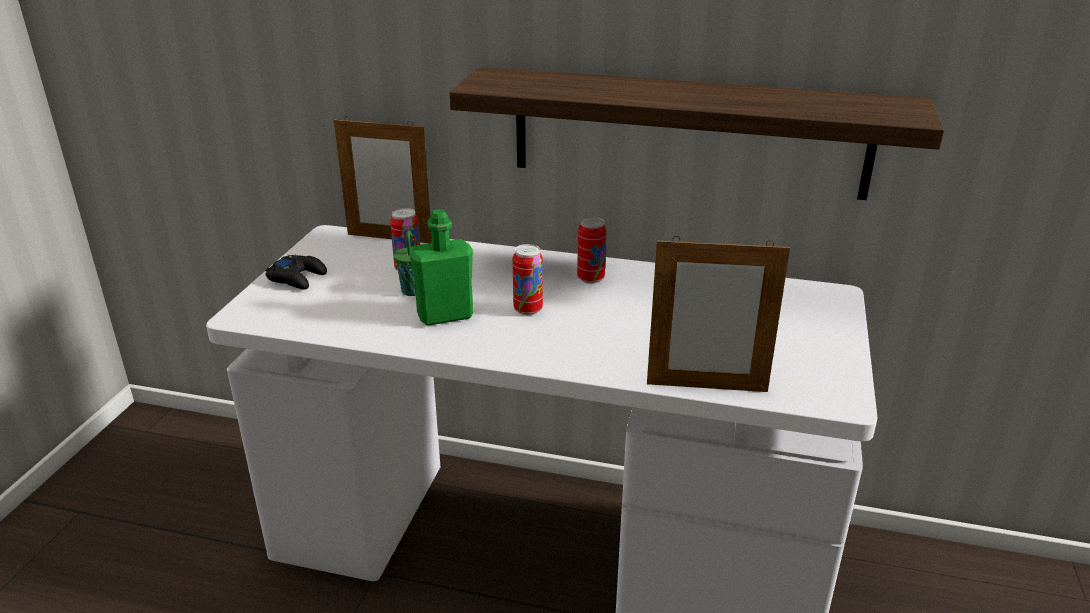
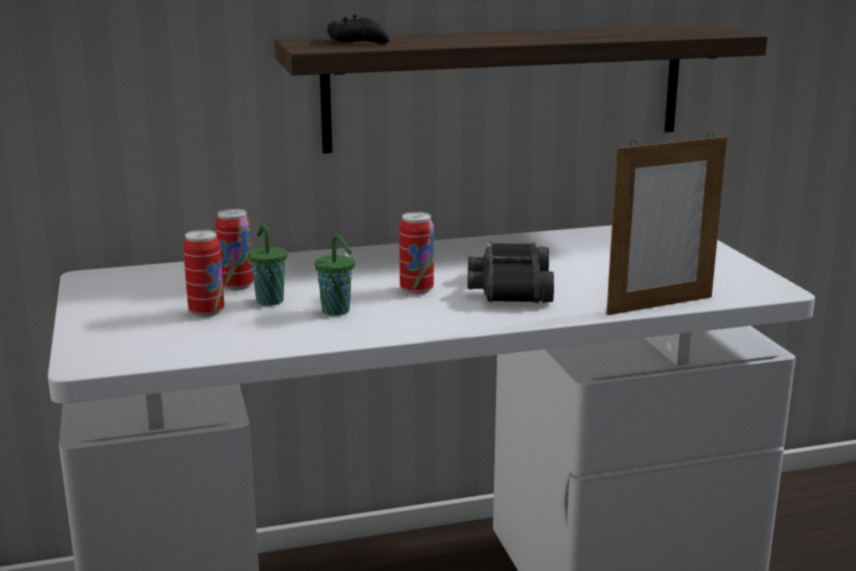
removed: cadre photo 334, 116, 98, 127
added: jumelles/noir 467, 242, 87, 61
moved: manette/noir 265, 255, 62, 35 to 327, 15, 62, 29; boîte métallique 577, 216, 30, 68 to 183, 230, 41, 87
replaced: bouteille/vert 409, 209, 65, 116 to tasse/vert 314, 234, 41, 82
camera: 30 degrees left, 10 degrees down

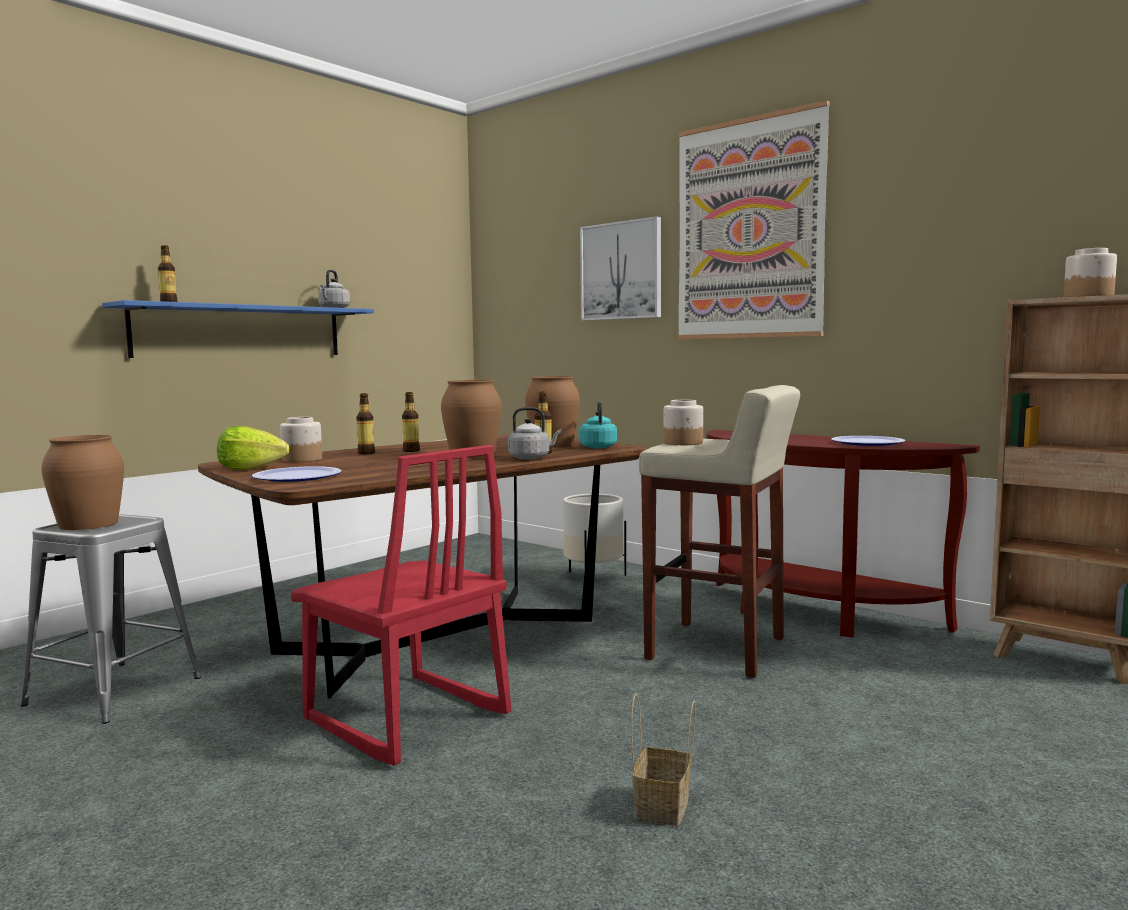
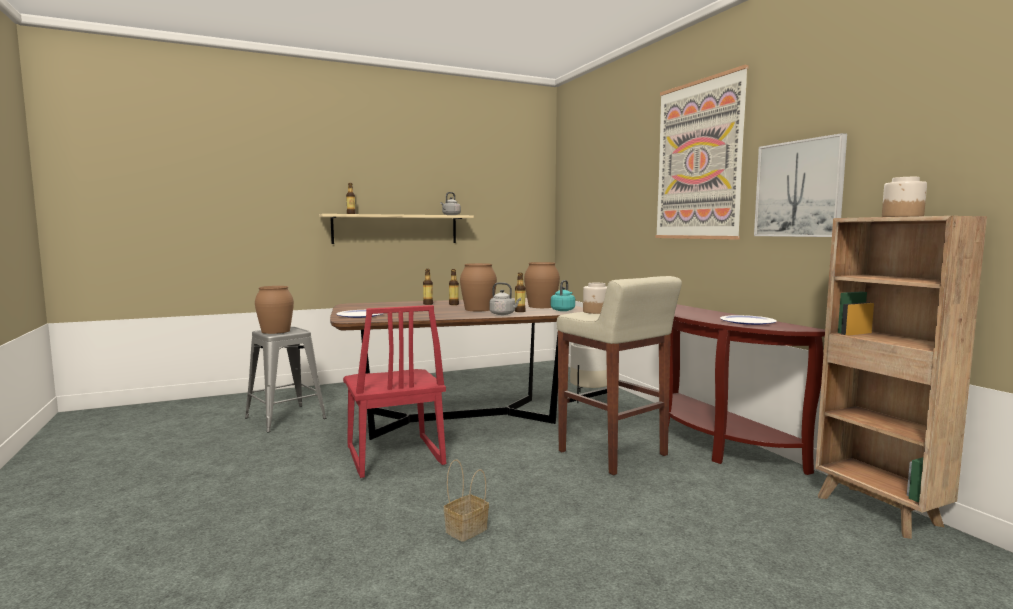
removed: laitue 217, 426, 72, 44; bocal 280, 417, 42, 45
moved: tableau 580, 216, 81, 105 to 754, 133, 93, 104
recoloured: étagère/bleu 102, 300, 272, 58 to étagère/beige 319, 214, 155, 30
camera: 25 degrees right, 0 degrees up

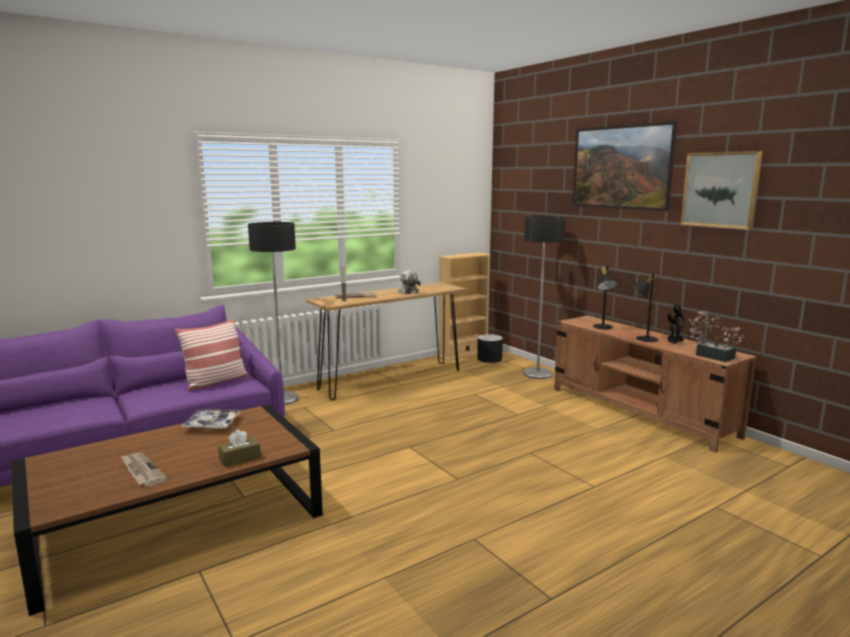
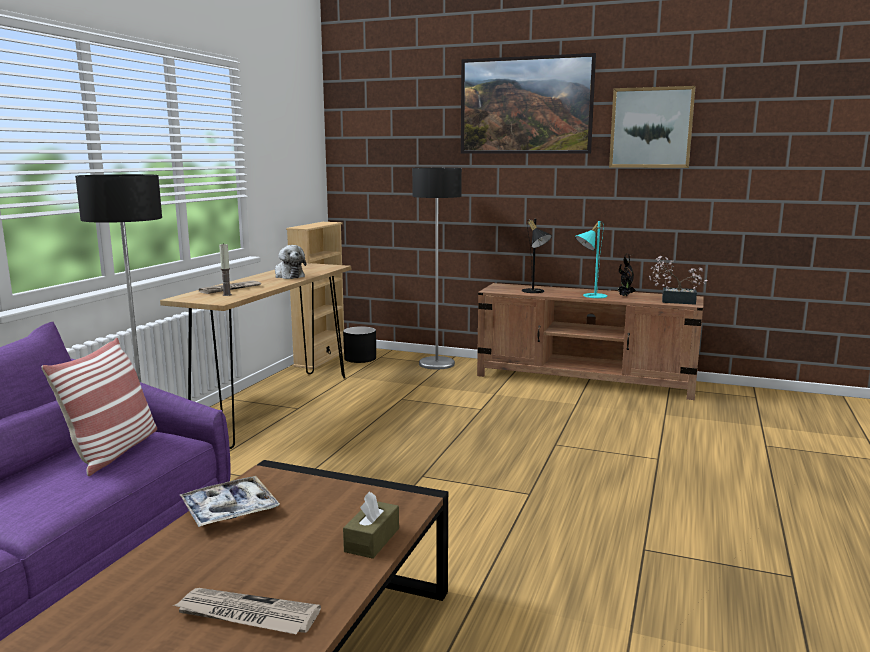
recoloured: lampe de table/noir 631, 273, 29, 69 to lampe de table/turquoise 575, 221, 32, 77
camera: 35 degrees left, 0 degrees up

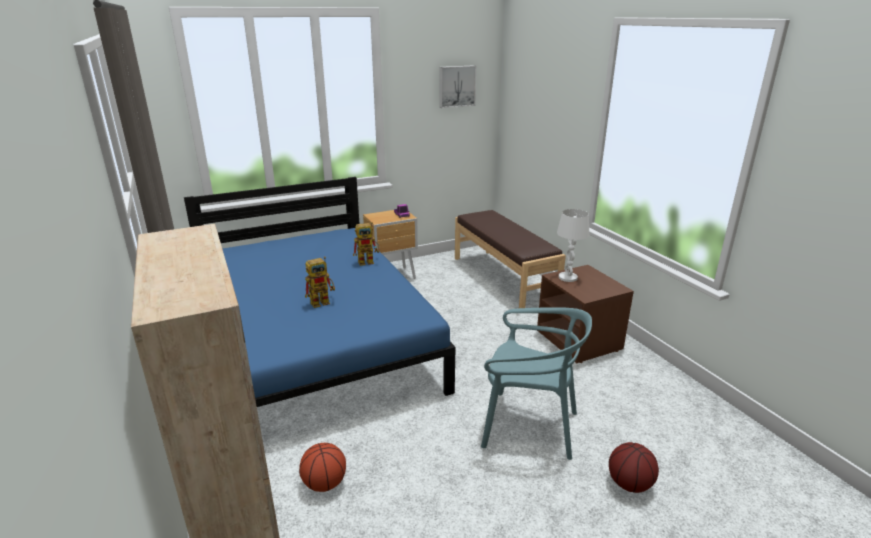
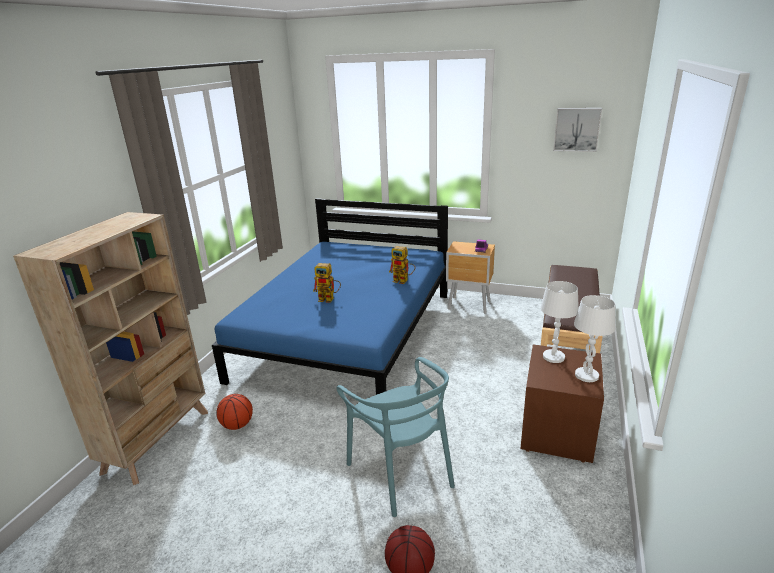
added: lampe de table/blanc 574, 295, 42, 87
camera: 45 degrees right, 0 degrees up

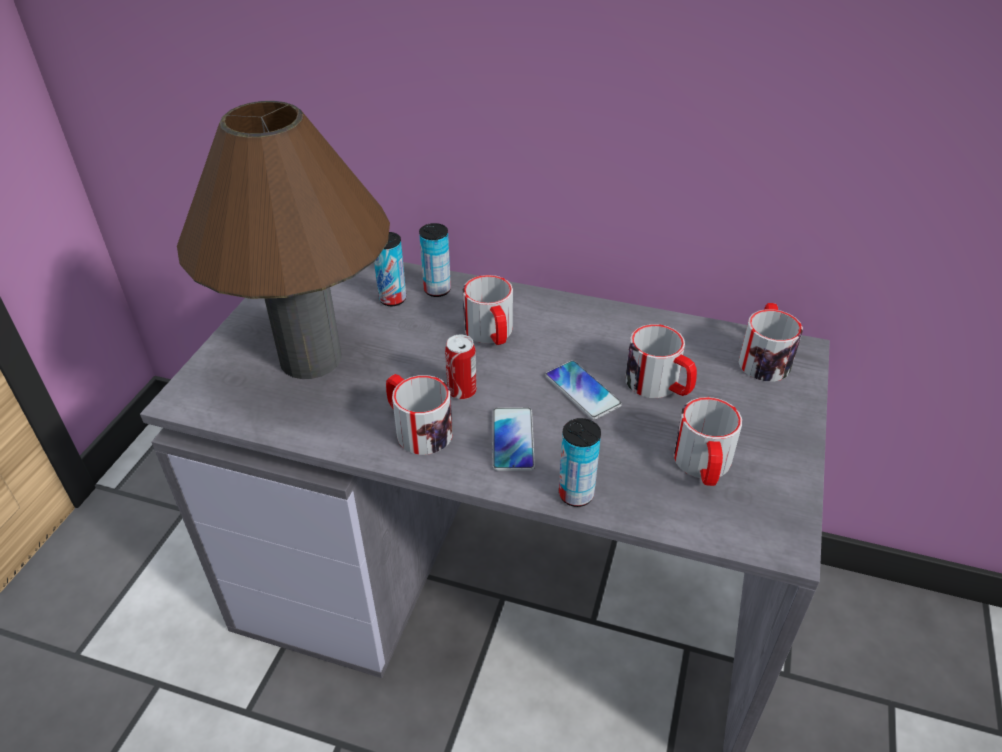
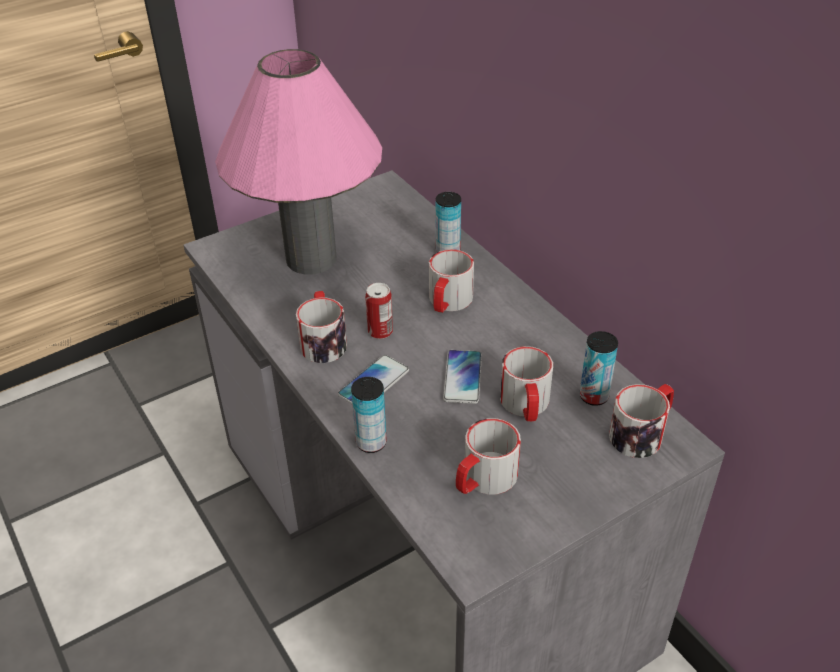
moved: boîte métallique 374, 232, 32, 74 to 580, 331, 38, 75
recoloured: lampe de table/marron 177, 101, 213, 278 to lampe de table/rose 215, 49, 167, 225
camera: 40 degrees right, 0 degrees up

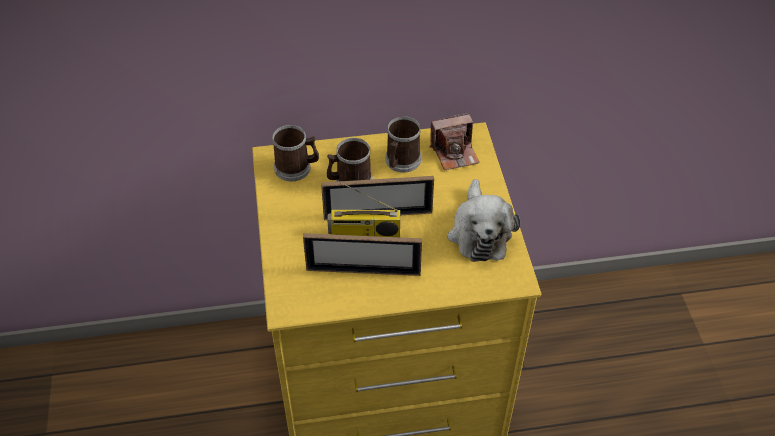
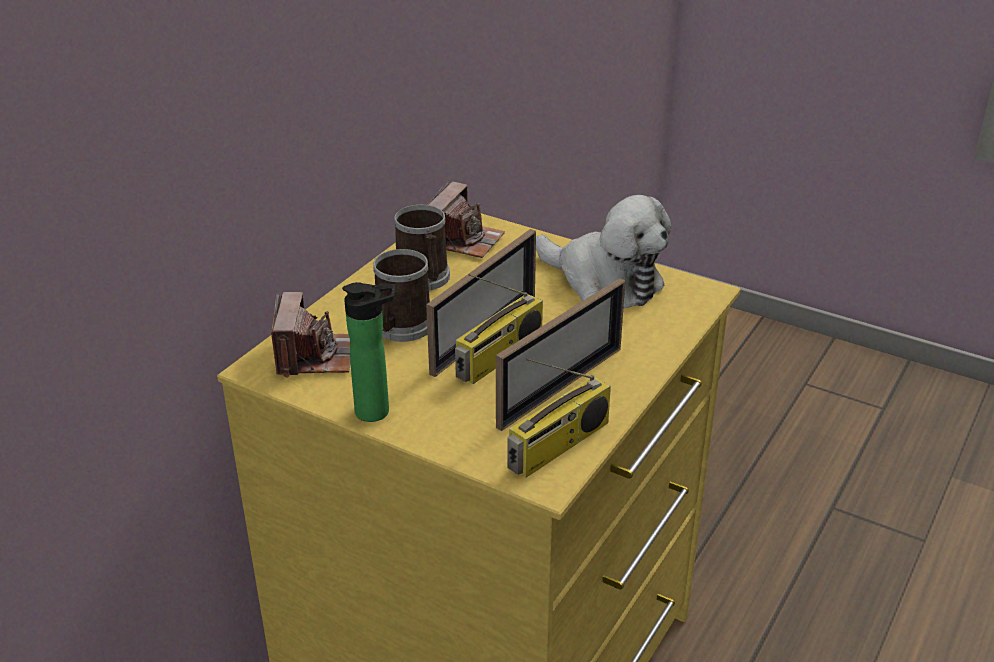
added: bouteille 342, 282, 53, 140; radio 507, 358, 104, 119
replaced: mug 272, 125, 47, 57 to appareil photo 271, 292, 80, 86
camera: 50 degrees left, 15 degrees down

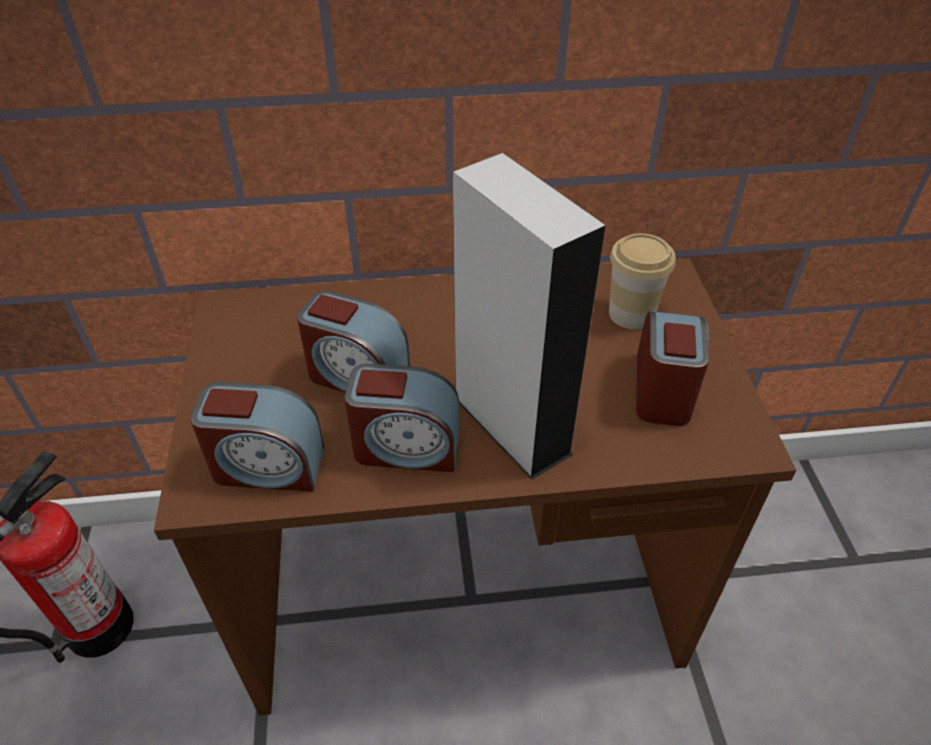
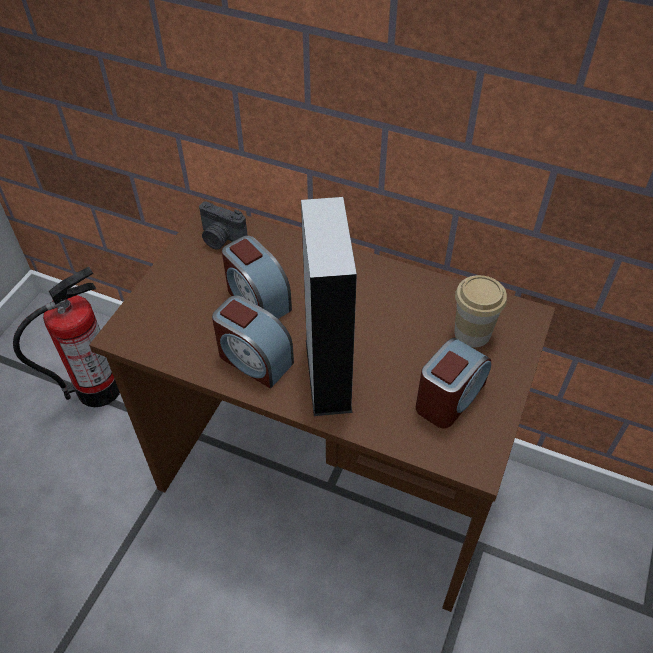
removed: réveil 190, 382, 135, 110
added: appareil photo 199, 201, 49, 49
camera: 30 degrees right, 5 degrees up

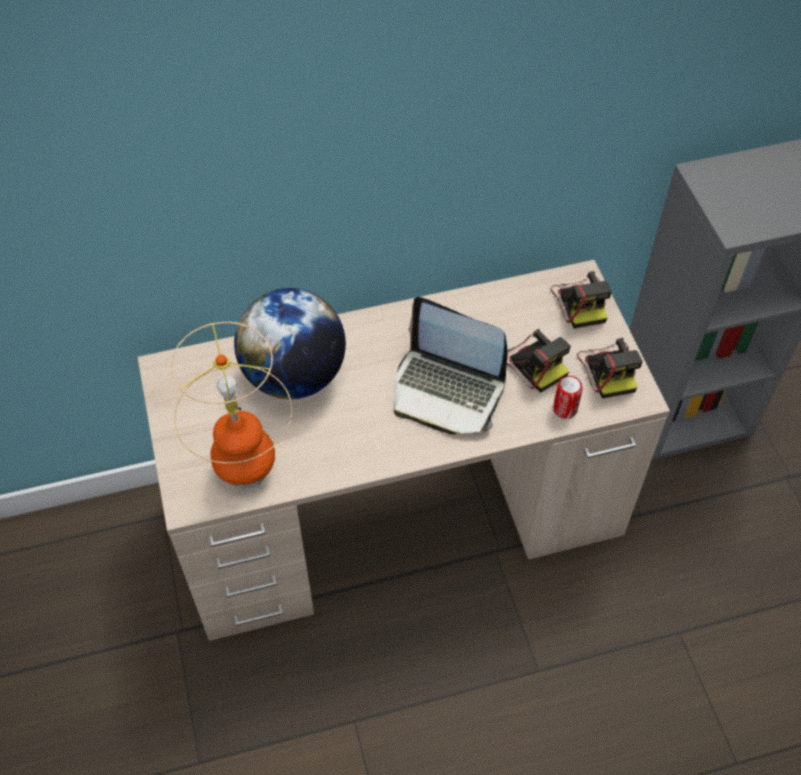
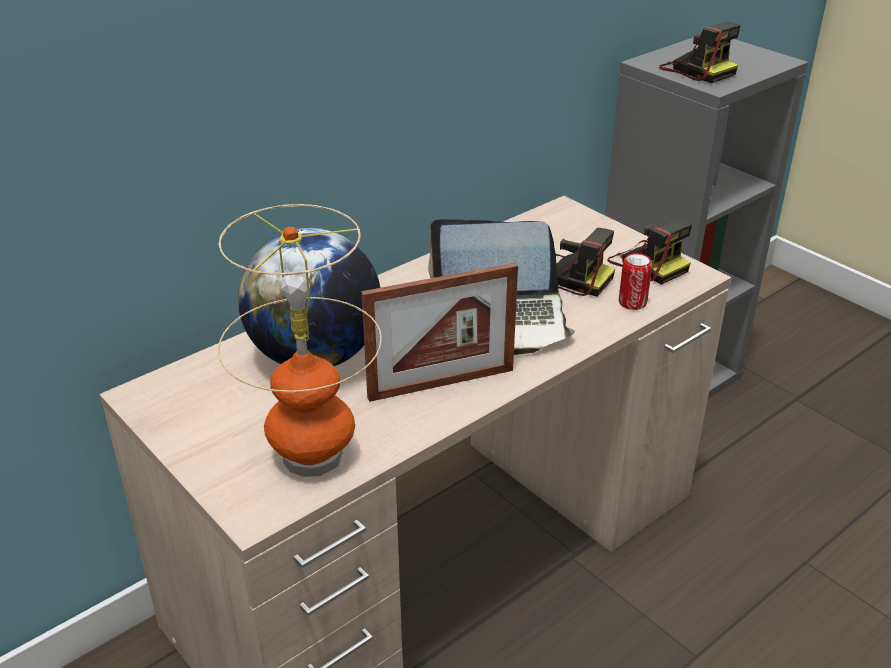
added: cadre photo 361, 263, 157, 139
moved: appareil photo 551, 271, 61, 58 to 659, 22, 81, 61
camera: 25 degrees left, 20 degrees down

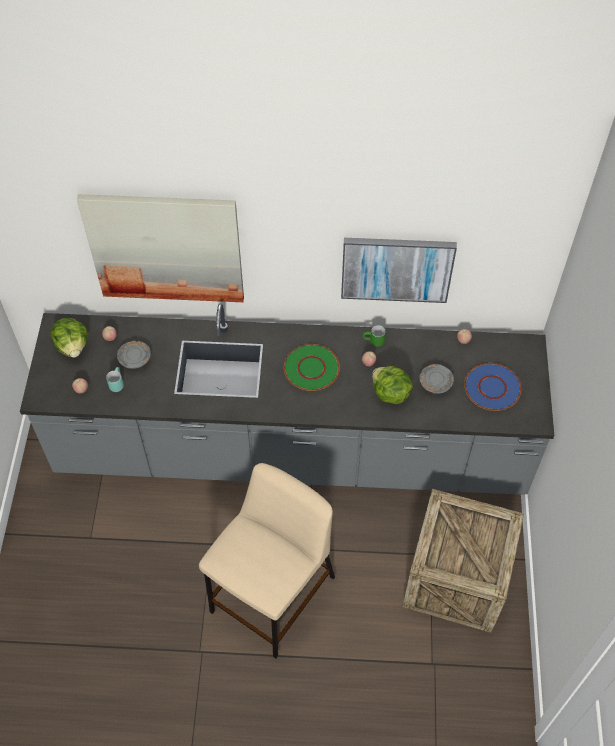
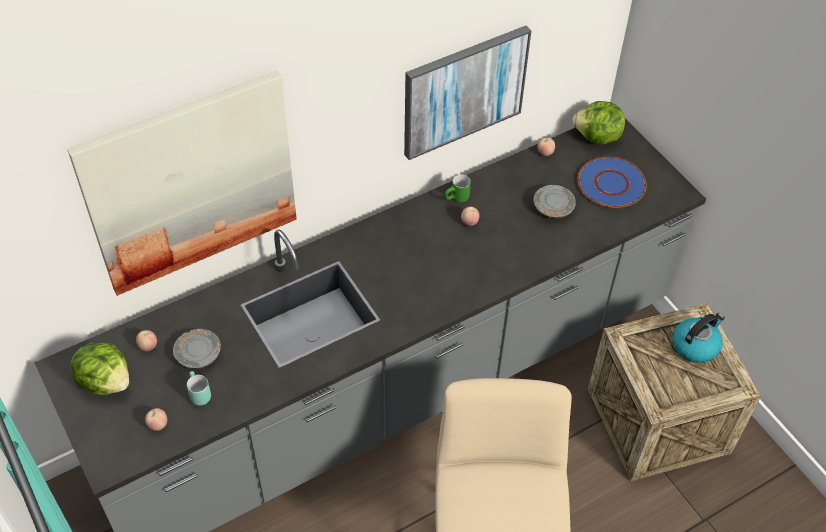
removed: assiette/vert 284, 344, 56, 47
added: bouilloire 673, 313, 52, 50
moved: laitue 372, 366, 41, 38 to 573, 101, 52, 44
camera: 35 degrees left, 5 degrees down

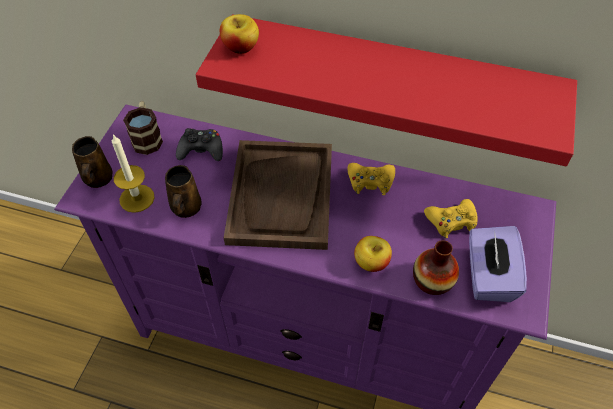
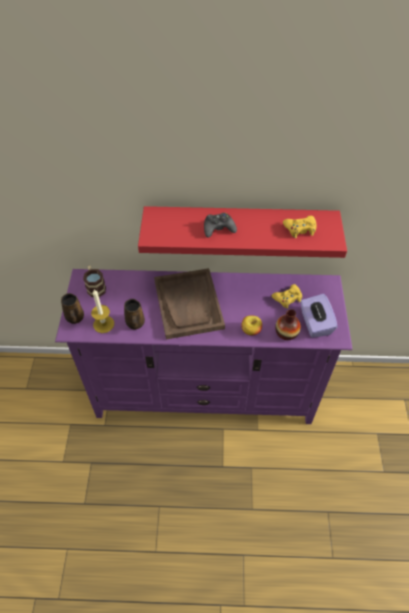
removed: pomme 220, 14, 39, 40
moved: manette/noir 176, 128, 47, 33 to 204, 213, 33, 25; manette/jaune 348, 163, 47, 32 to 283, 216, 34, 22
camera: 15 degrees left, 0 degrees up

